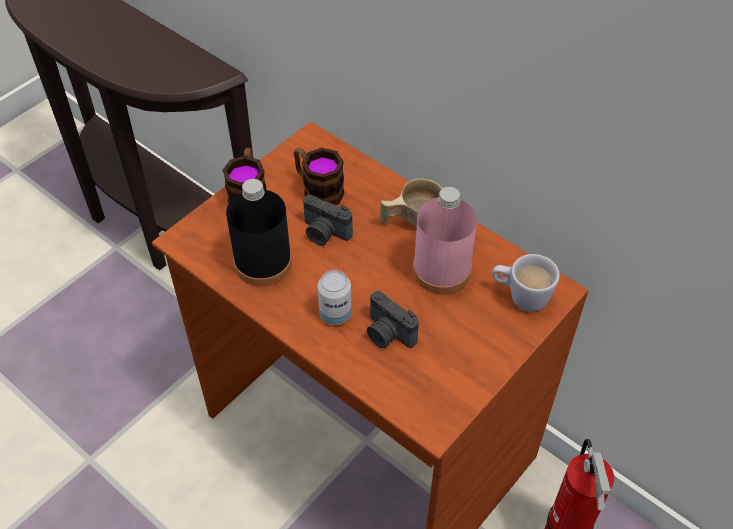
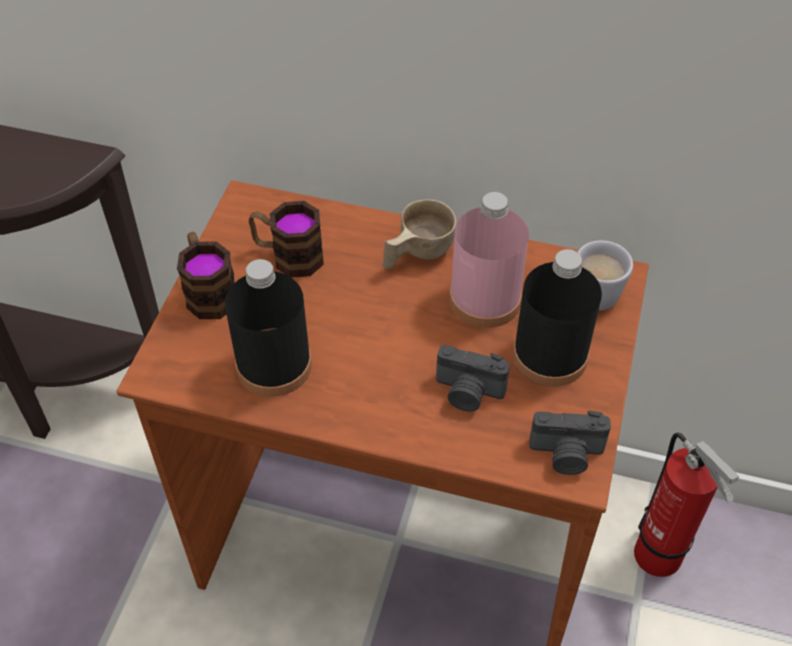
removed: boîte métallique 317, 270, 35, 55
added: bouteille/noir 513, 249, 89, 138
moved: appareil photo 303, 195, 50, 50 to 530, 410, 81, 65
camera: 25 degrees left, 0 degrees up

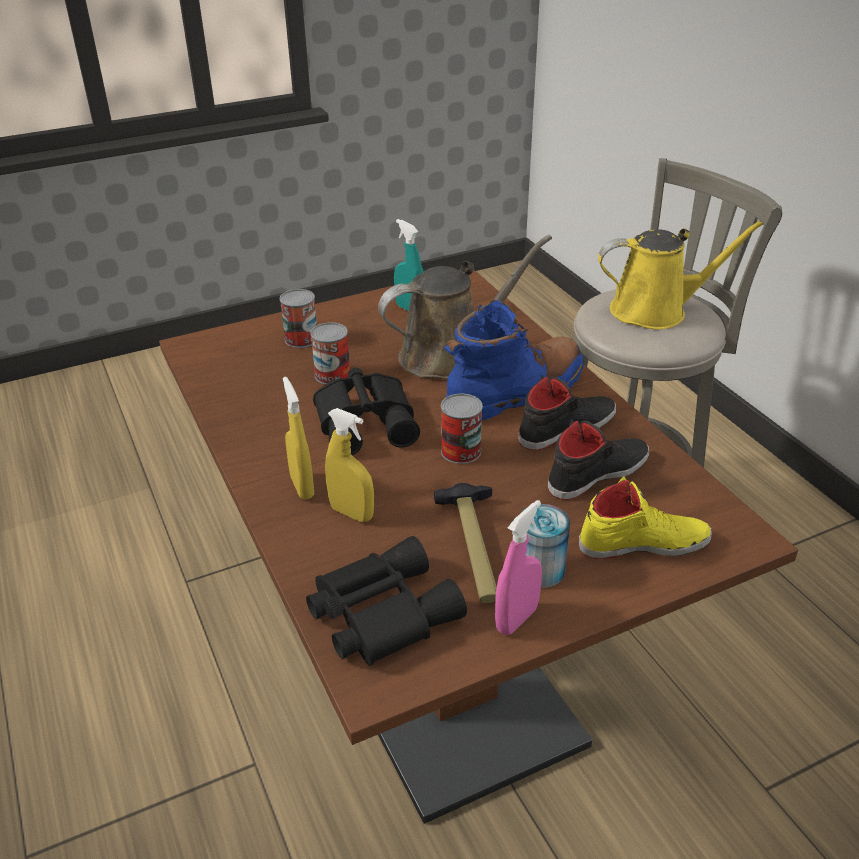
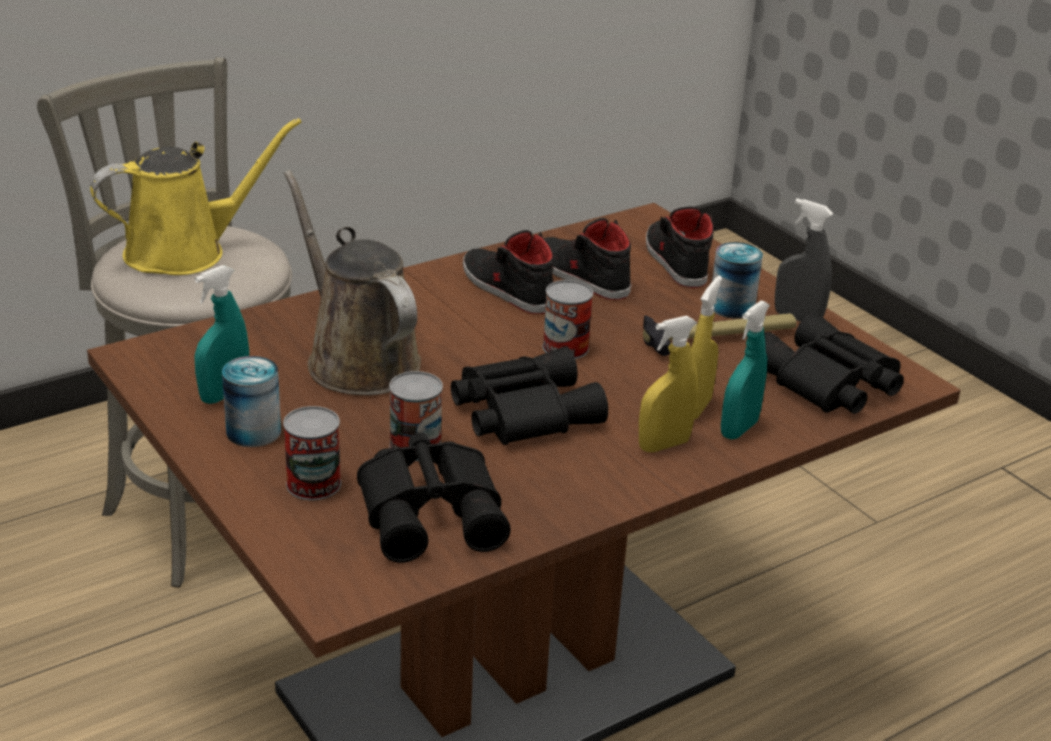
removed: botte/bleu 444, 299, 140, 122
added: boîte métallique 222, 356, 59, 91; jumelles/noir 357, 432, 154, 131; vaporisateur/turquoise 721, 300, 49, 139
recoloured: vaporisateur/rose 495, 500, 47, 135 to vaporisateur/gris 775, 198, 58, 124; chaussure/jaune 579, 476, 133, 83 to chaussure/noir 646, 206, 68, 82
turned: arrosoir/jaune 598, 221, 166, 109 = 90, 118, 212, 157 75 degrees clockwise
camera: 100 degrees left, 5 degrees down

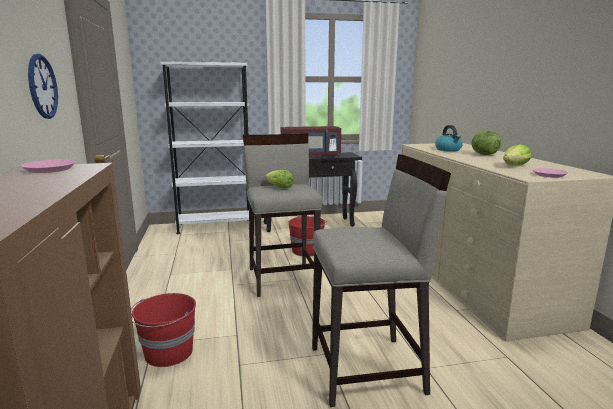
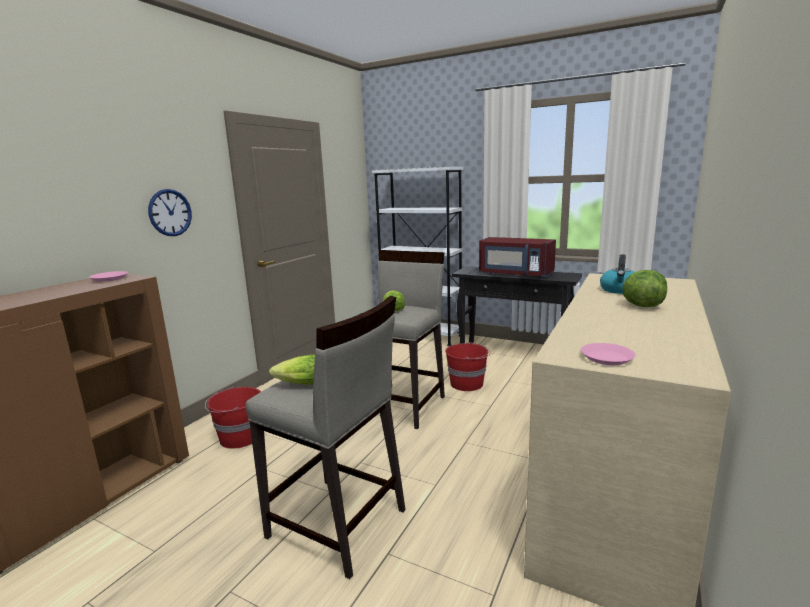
moved: laitue 503, 144, 29, 21 to 269, 355, 46, 30
camera: 40 degrees right, 0 degrees up

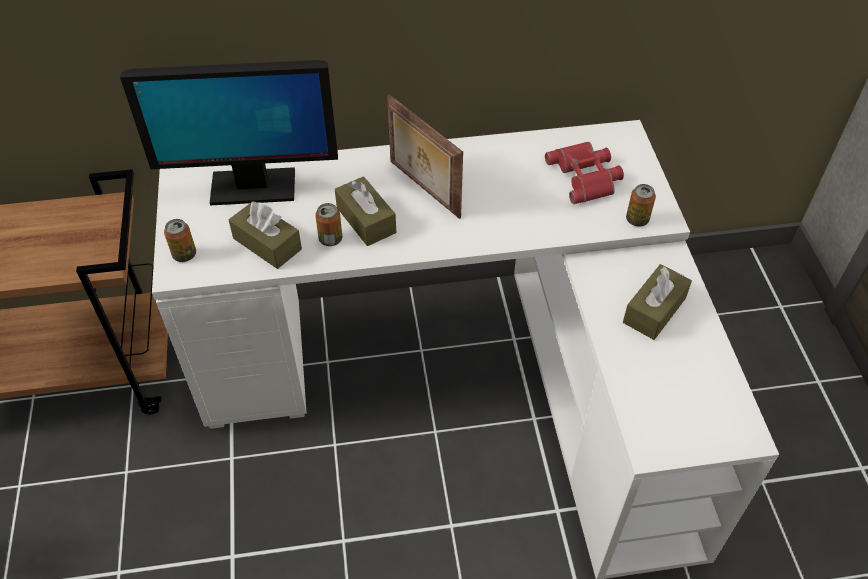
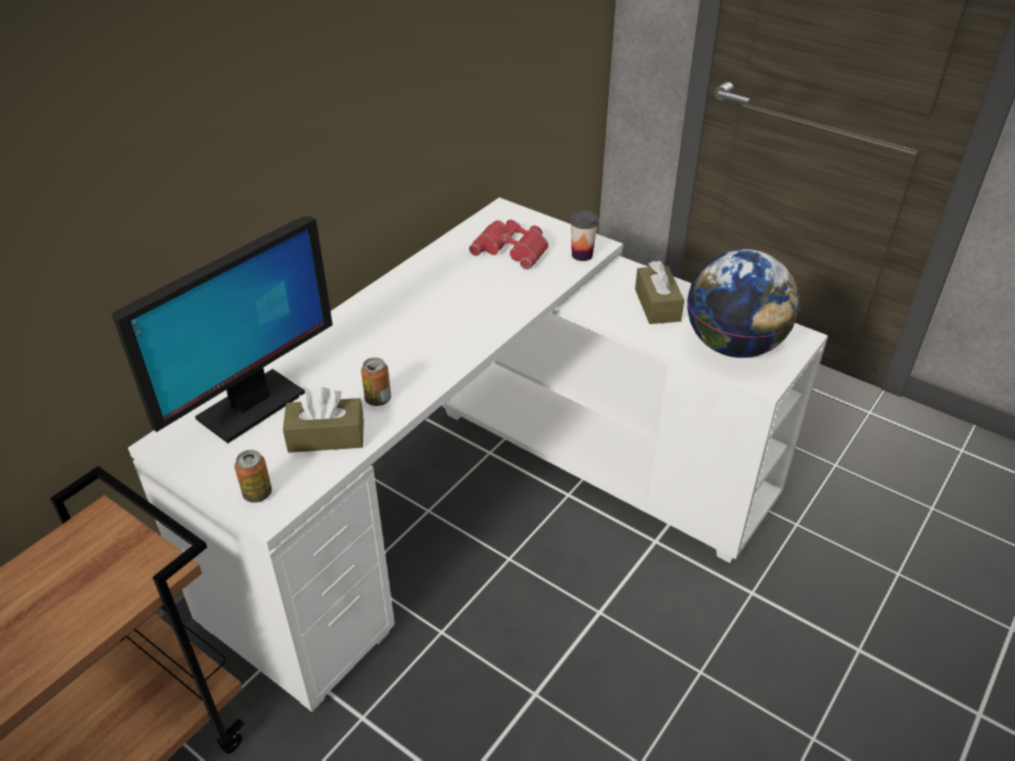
removed: boîte à mouchoirs/marron 335, 176, 61, 70; cadre photo 387, 94, 76, 125
added: globe 687, 249, 112, 109
replaced: boîte métallique 626, 184, 30, 43 to tasse 570, 211, 29, 50
camera: 45 degrees left, 10 degrees down

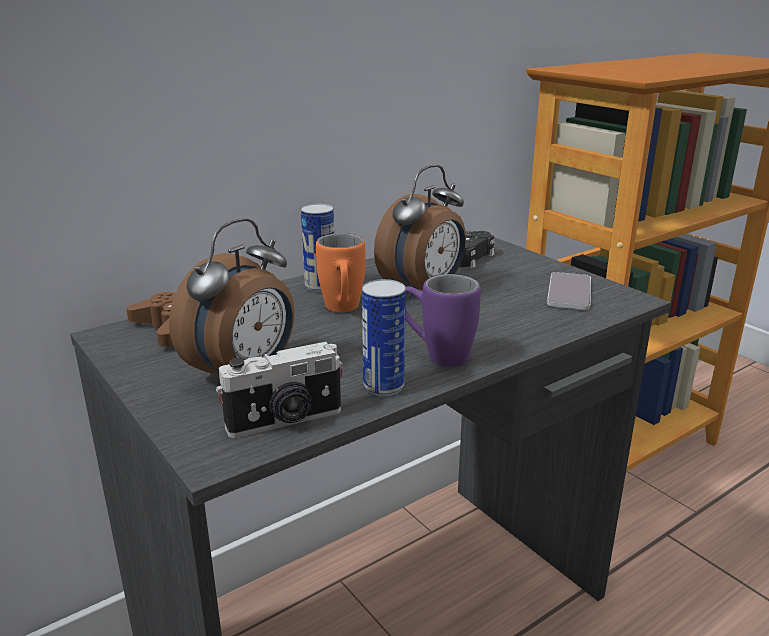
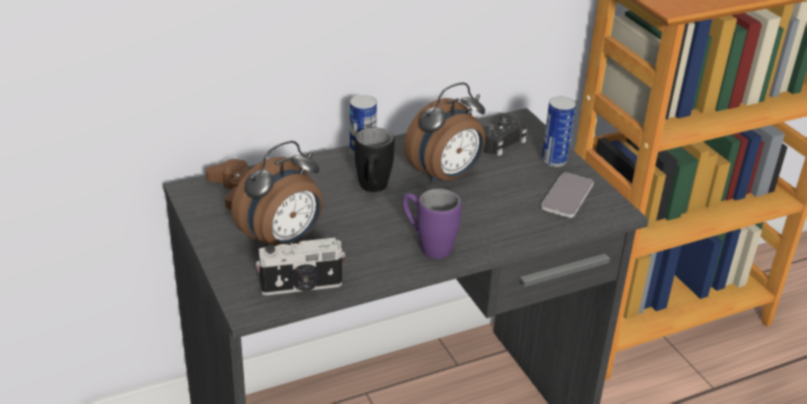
moved: boîte métallique 362, 279, 44, 117 to 542, 96, 34, 71
recoloured: mug/orange 316, 233, 50, 79 to mug/noir 354, 127, 41, 65
camera: 10 degrees right, 10 degrees up

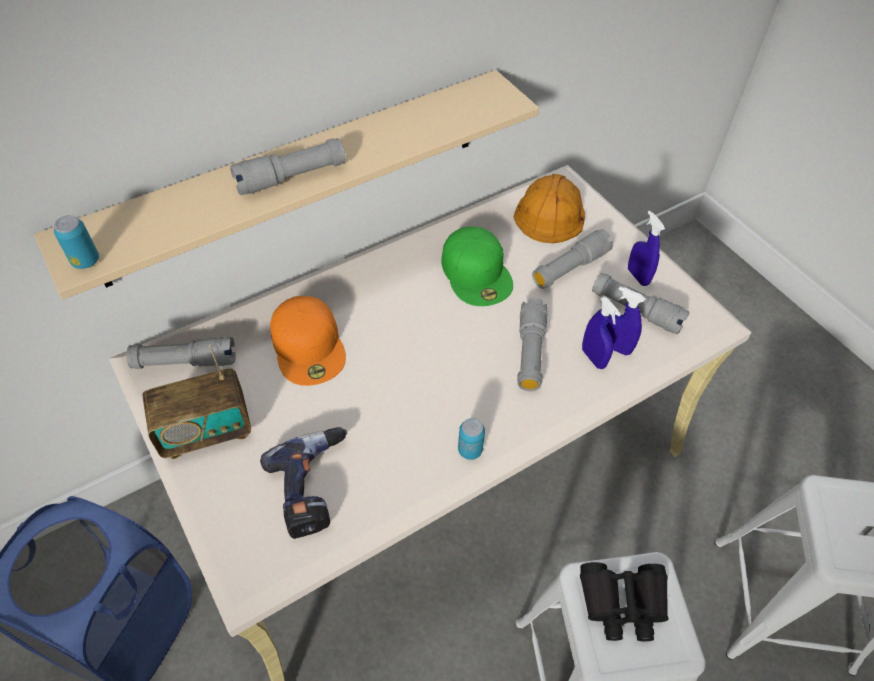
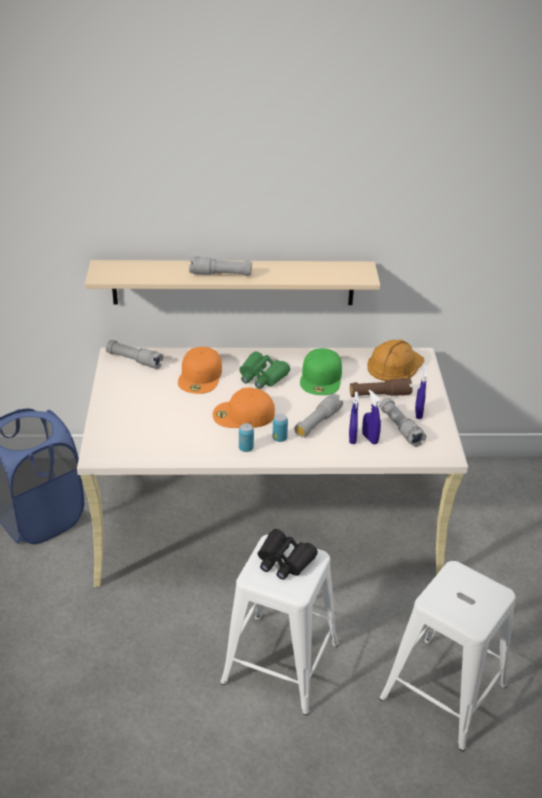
removed: radio 143, 345, 108, 114; perceuse 260, 427, 87, 112
added: casquette/orange 213, 388, 62, 40; jumelles/vert 239, 351, 51, 38
moved: boîte métallique 54, 215, 45, 54 to 273, 414, 15, 28
recoloured: lampe de poche/gris 532, 229, 81, 60 to lampe de poche/marron 350, 378, 63, 19
camera: 30 degrees right, 15 degrees down

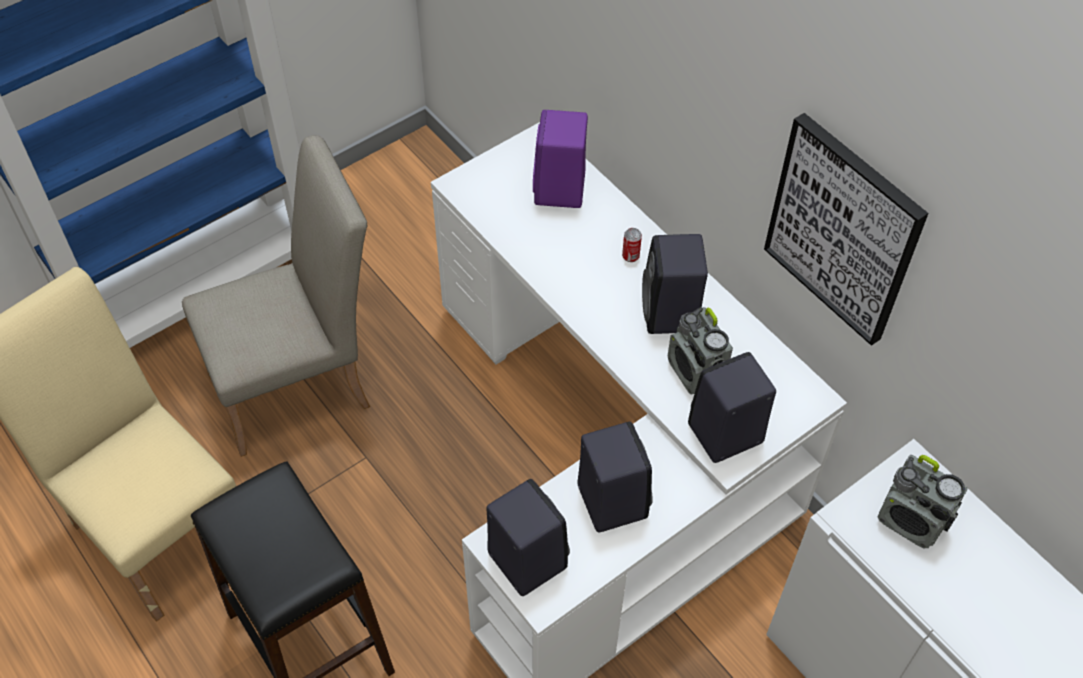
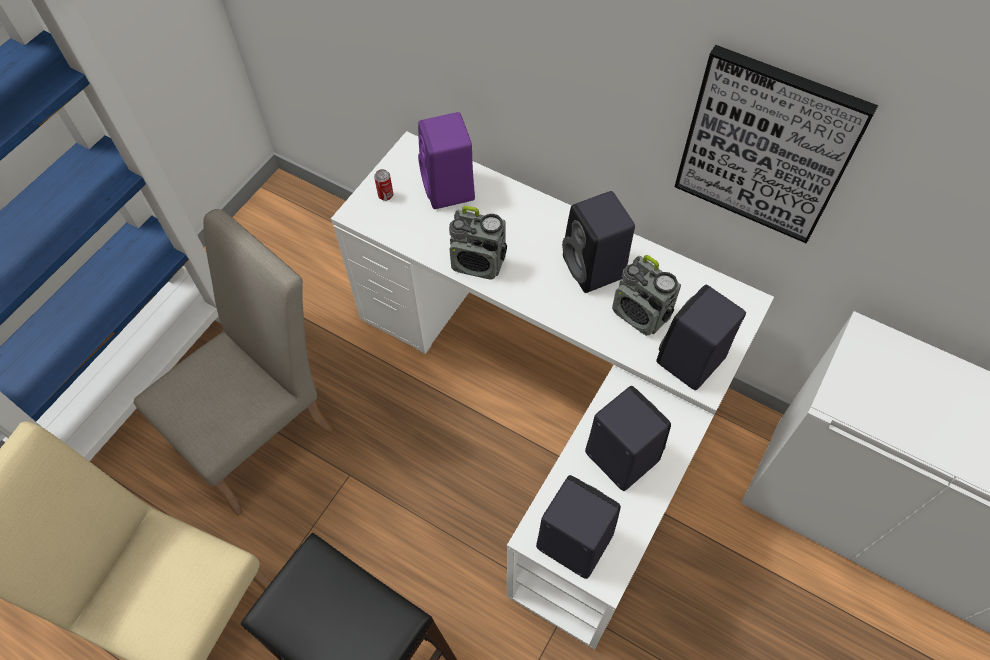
moved: boîte métallique 622, 228, 20, 34 to 374, 169, 19, 32; radio 878, 455, 90, 93 to 449, 206, 58, 74
camera: 20 degrees left, 5 degrees up

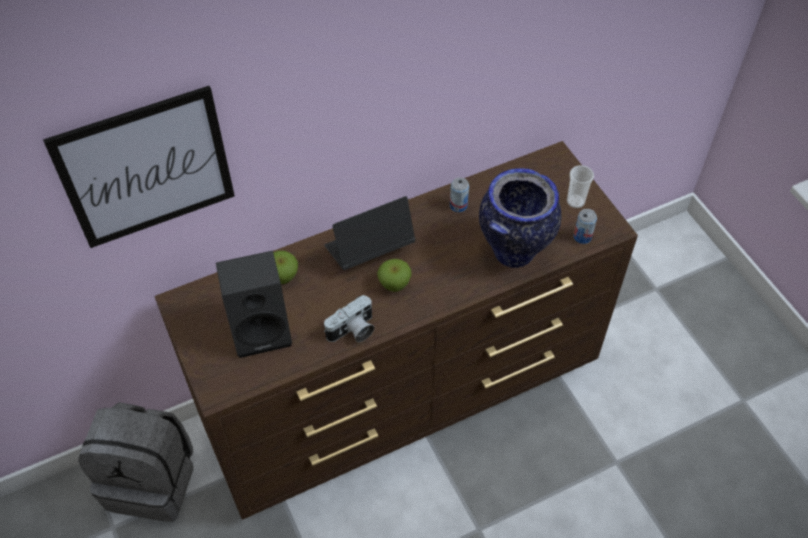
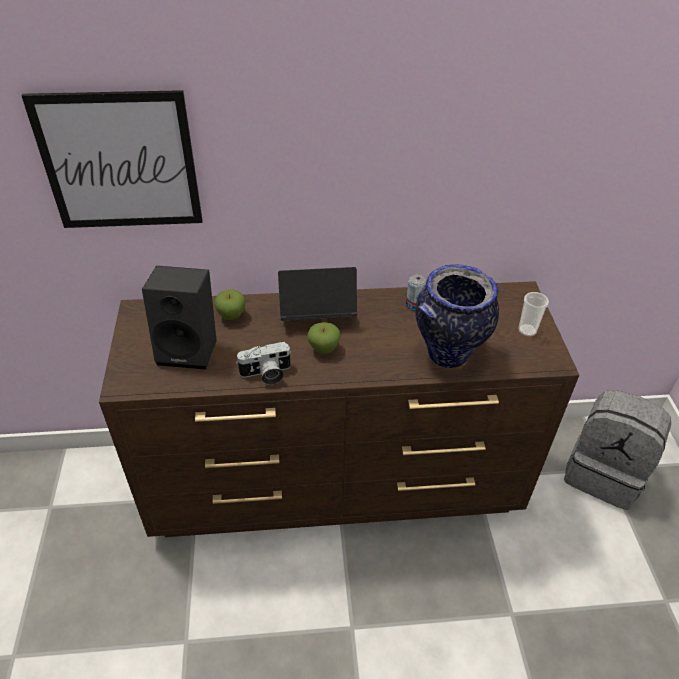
removed: boîte métallique 574, 209, 23, 35
moved: sac à dos/gris 78, 402, 115, 120 to 564, 390, 107, 120
camera: 20 degrees right, 10 degrees down

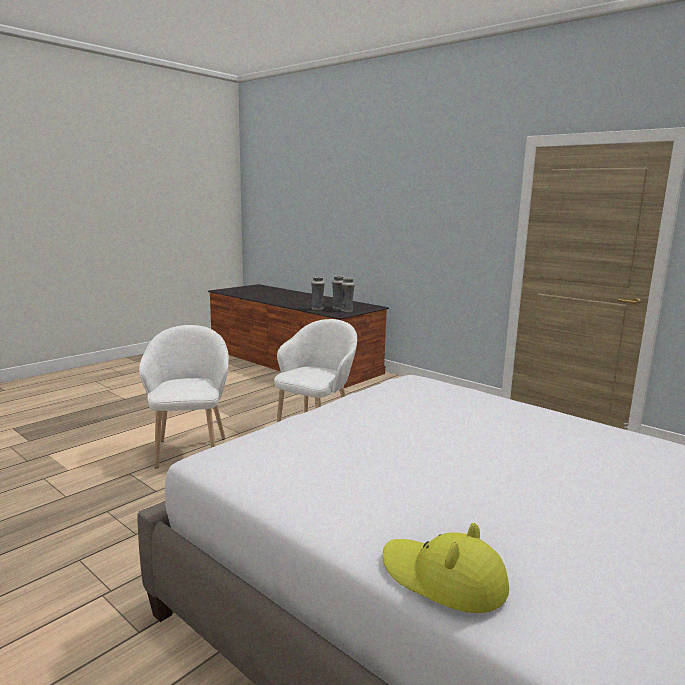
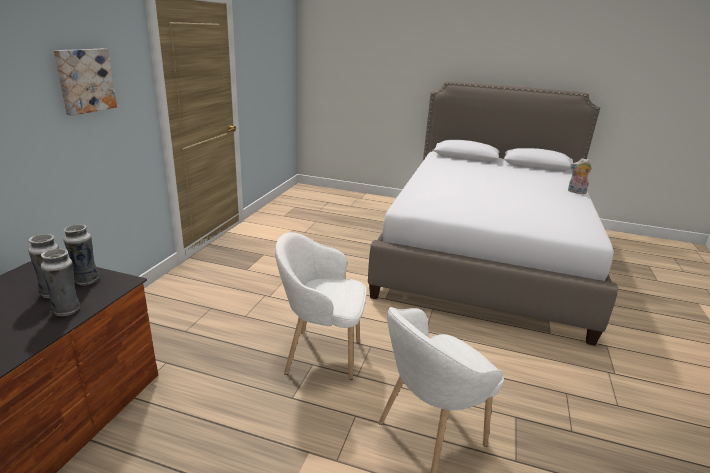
added: tableau 54, 49, 63, 67
replaced: chapeau/jaune 383, 523, 126, 90 to peluche 568, 158, 24, 36
camera: 115 degrees left, 10 degrees up

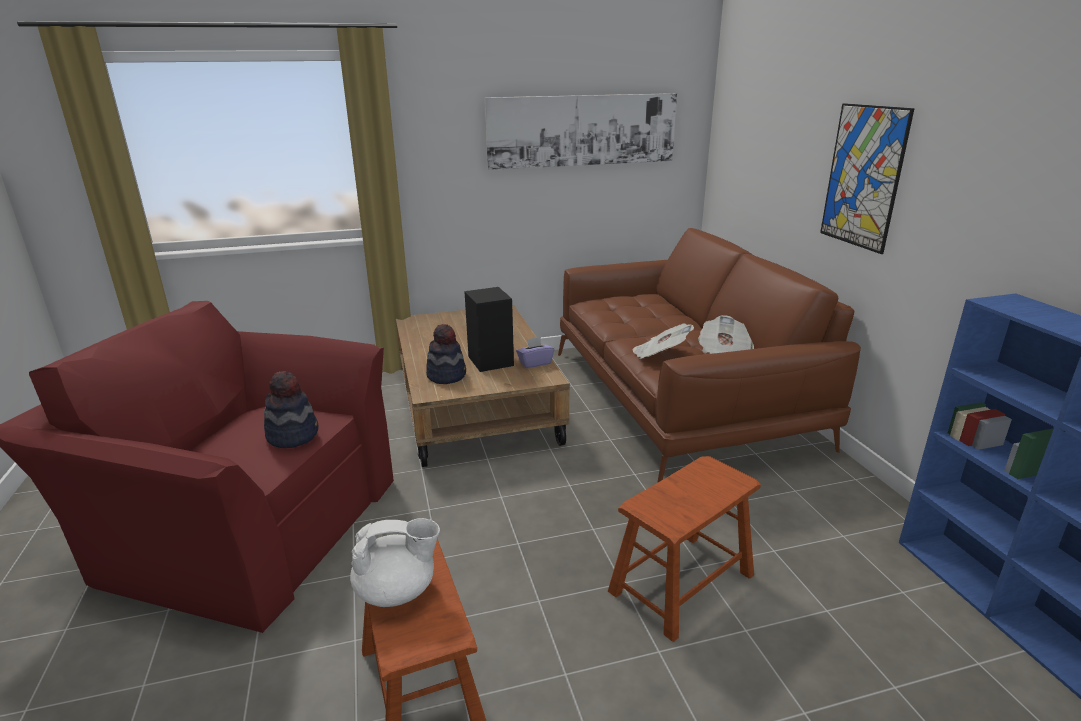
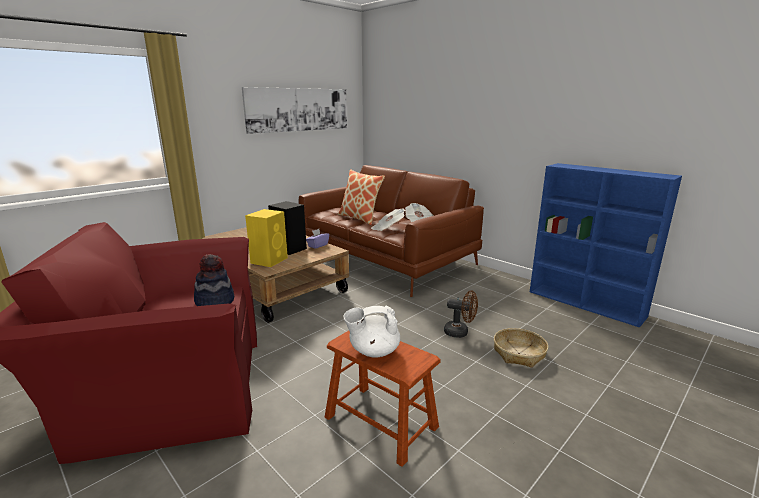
removed: tableau 820, 103, 95, 151
added: coussin 338, 169, 47, 56; panier 494, 328, 54, 40
replaced: chapeau 426, 324, 40, 60 to enceinte/jaune 245, 209, 43, 58; tabouret/marron 608, 456, 153, 186 to ventilateur/marron 444, 290, 34, 48
turned: théière/blanc 350, 518, 90, 89 = 344, 306, 56, 52 150 degrees counterclockwise
camera: 30 degrees left, 5 degrees down

